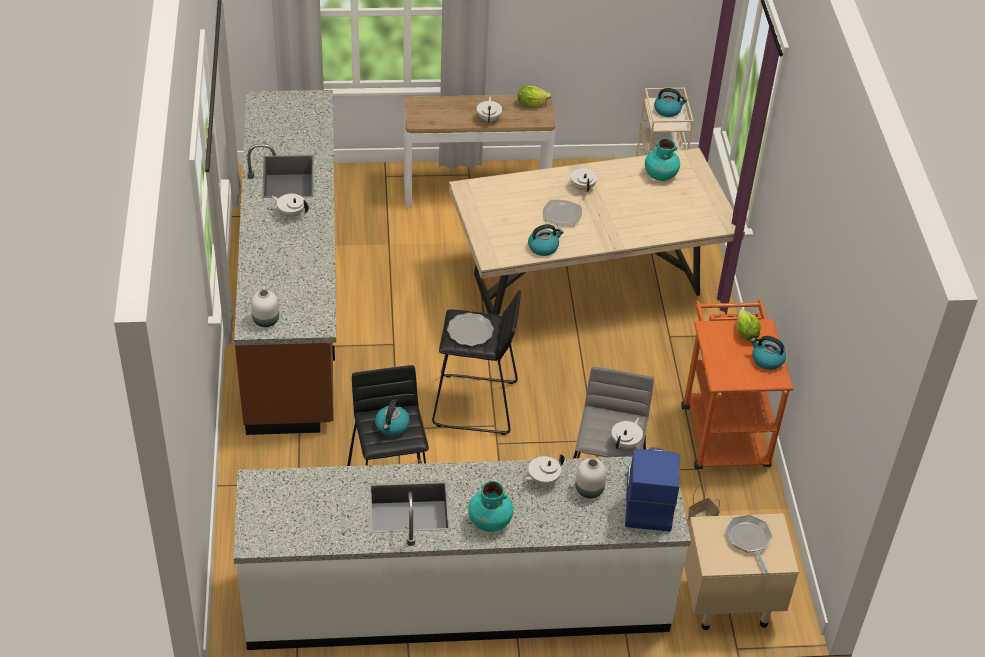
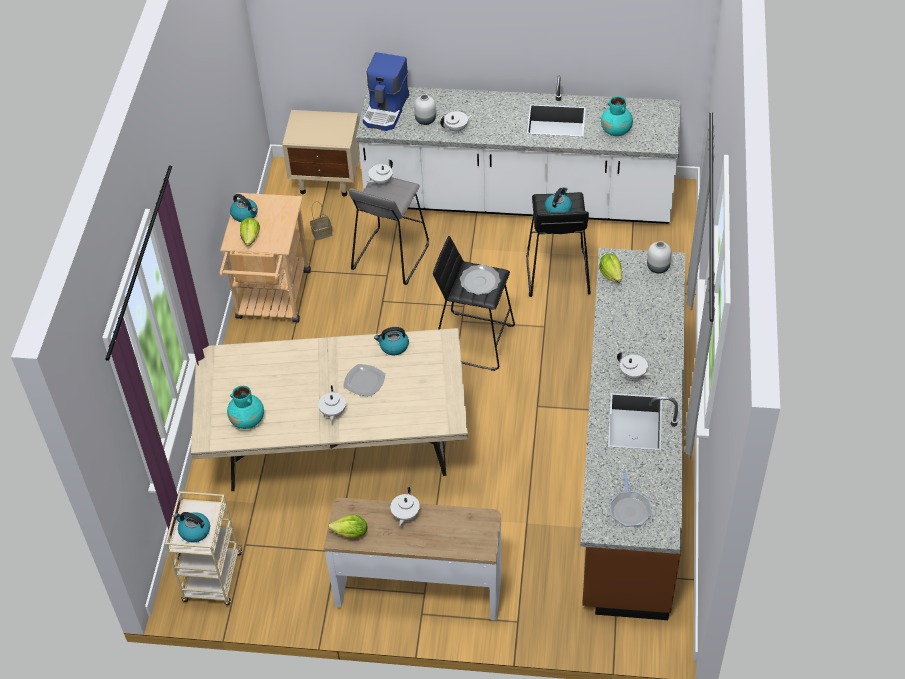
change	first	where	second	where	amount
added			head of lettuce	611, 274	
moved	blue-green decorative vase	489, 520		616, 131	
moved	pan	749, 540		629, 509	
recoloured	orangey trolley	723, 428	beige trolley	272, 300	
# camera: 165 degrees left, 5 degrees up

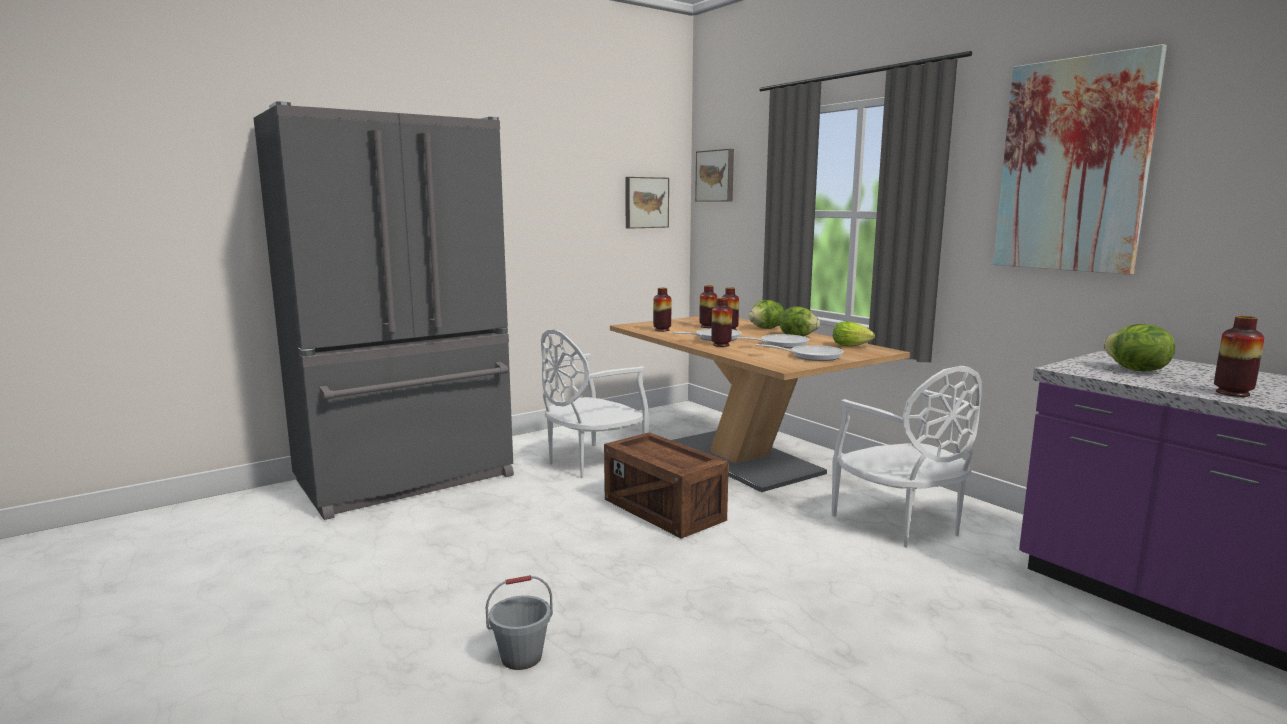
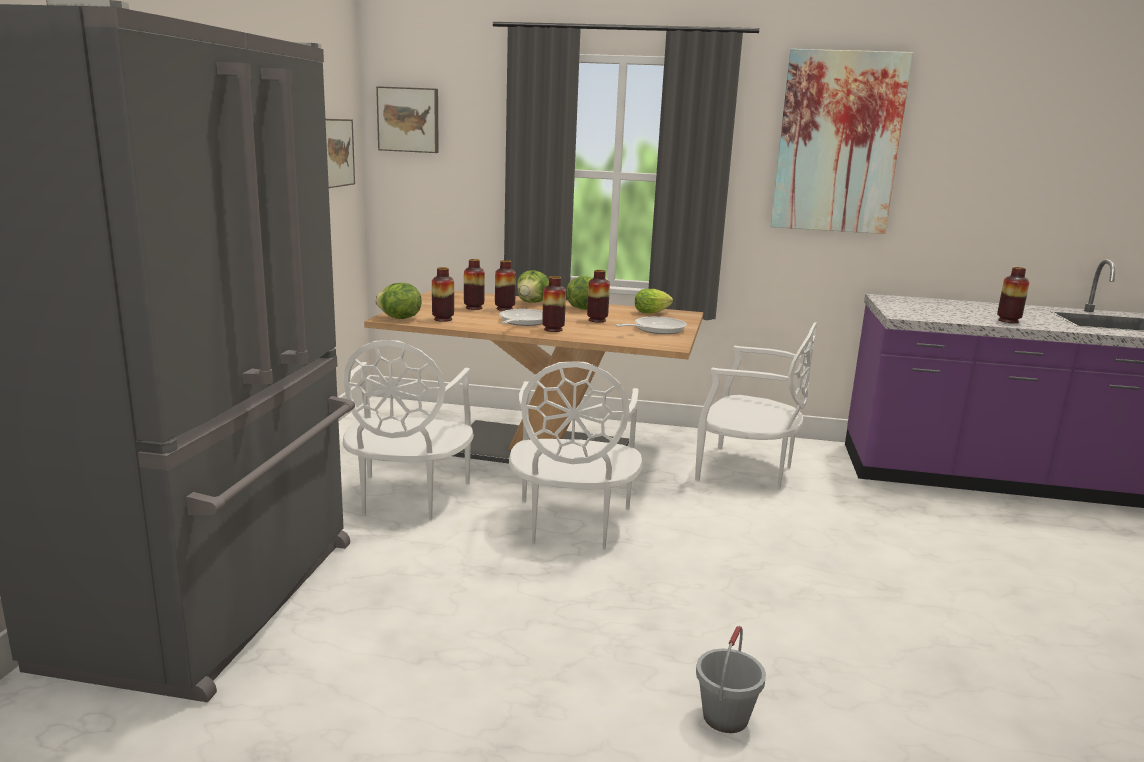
change	first	where	second	where	amount
moved	head of lettuce	1135, 370		399, 318	
replaced	shipping crate	663, 510	white-coloured upright chair	571, 525	
replaced	pan	780, 344	decorative vase	597, 320	
# camera: 45 degrees left, 5 degrees up

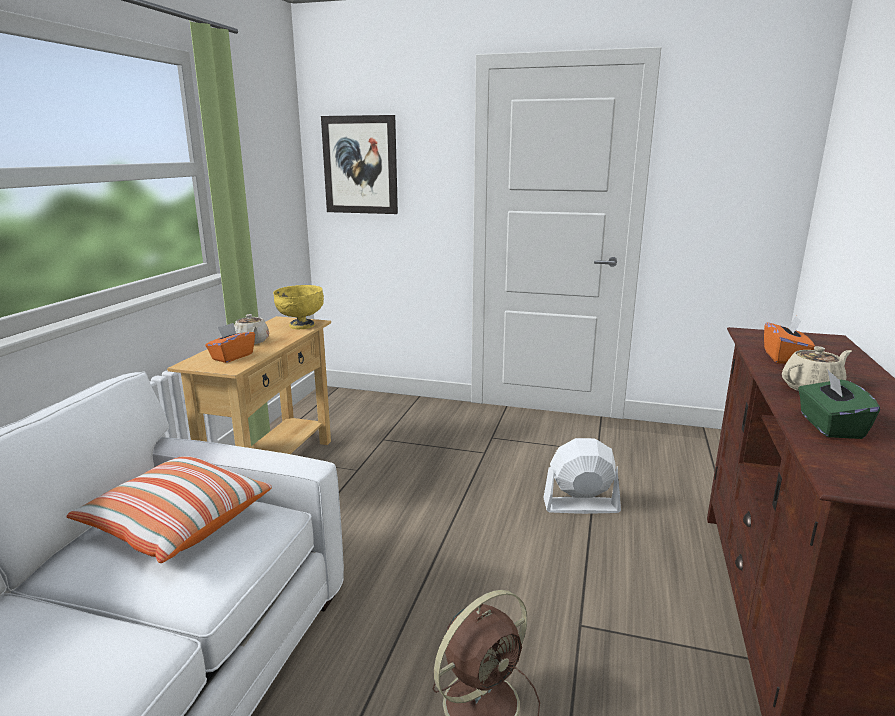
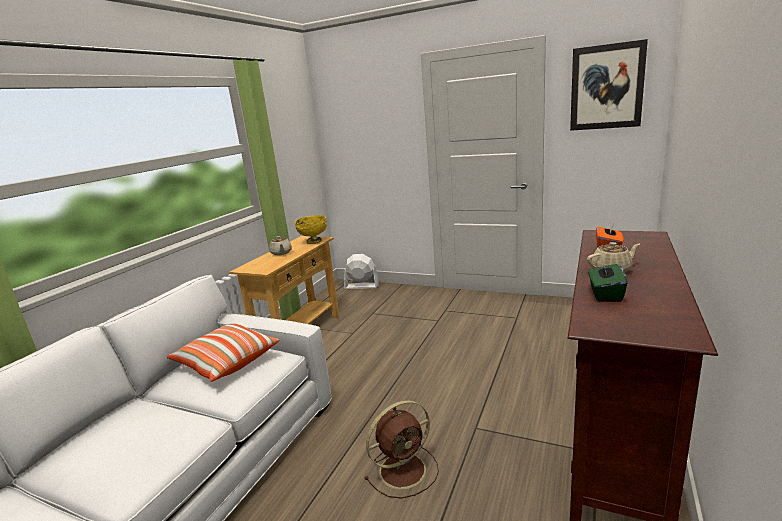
change	first	where	second	where	amount
removed	orangey tissue box	232, 357			
moved	wall art	360, 165		606, 87	
moved	white-coloured fan	580, 505		361, 286	
# camera: 10 degrees right, 0 degrees up

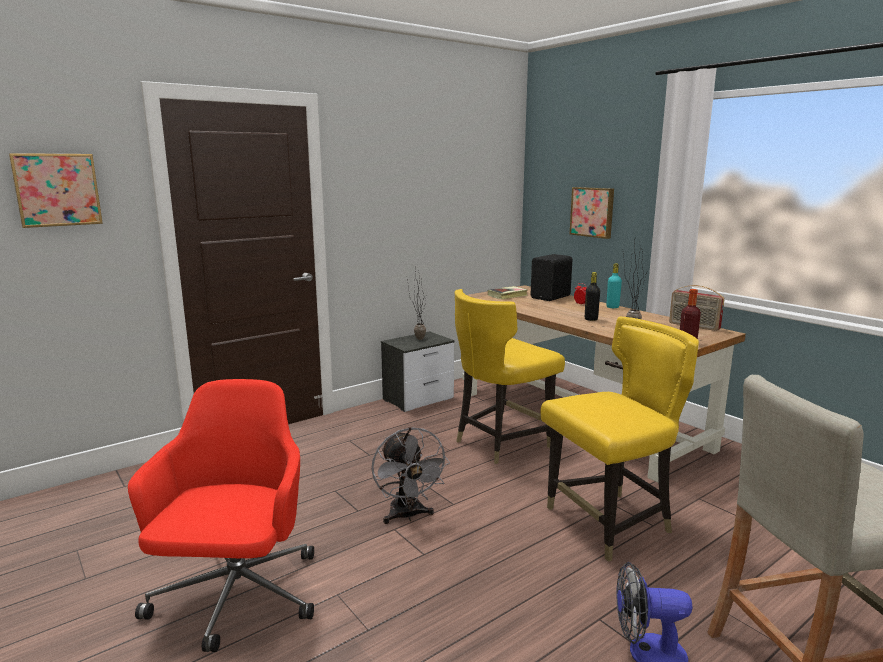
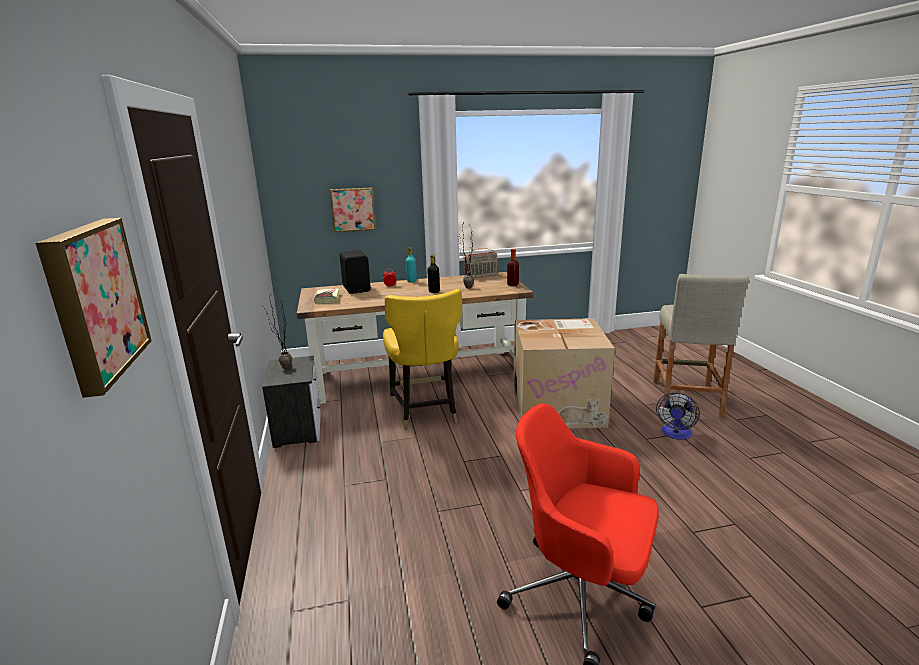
change	first	where	second	where	amount
removed	greyish fan	407, 516			
replaced	yellow-coloured upright chair	609, 523	cardboard box	558, 407	
# camera: 65 degrees left, 5 degrees up

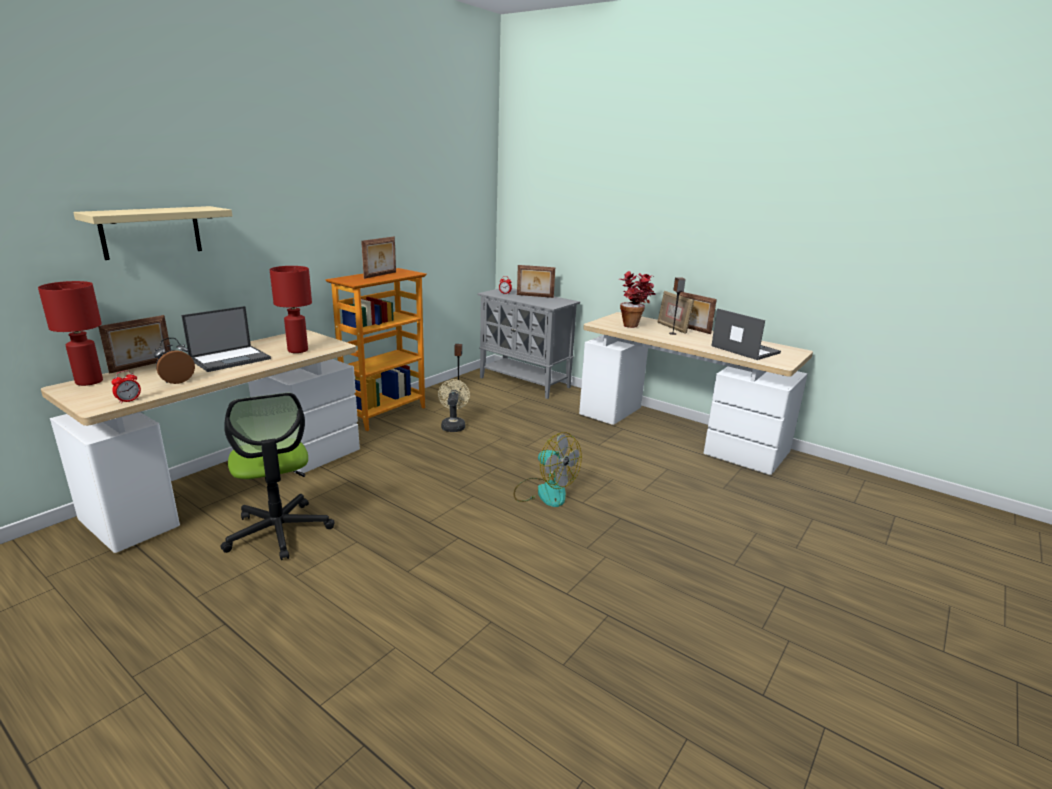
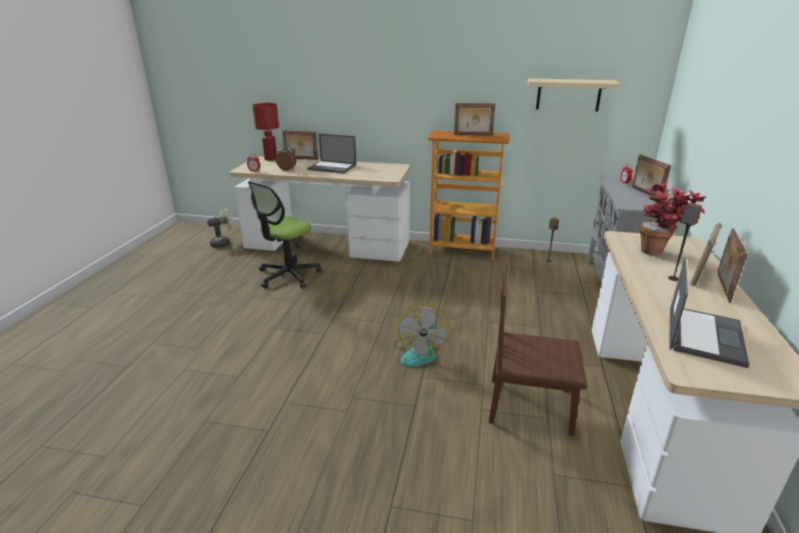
change	first	where	second	where	amount
removed	reddish tabletop lamp	297, 350			
added			brownish upright chair	530, 406	
moved	beige shelf	151, 232		568, 94	
moved	beige fan	453, 425		223, 243	
# camera: 65 degrees right, 5 degrees up

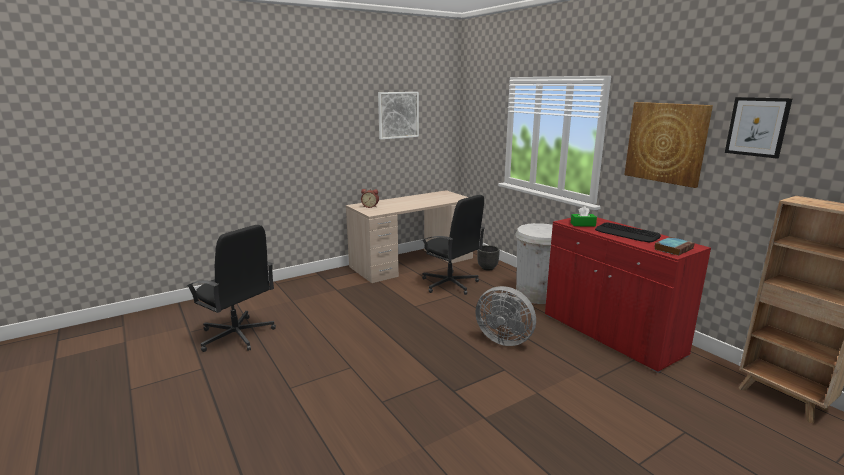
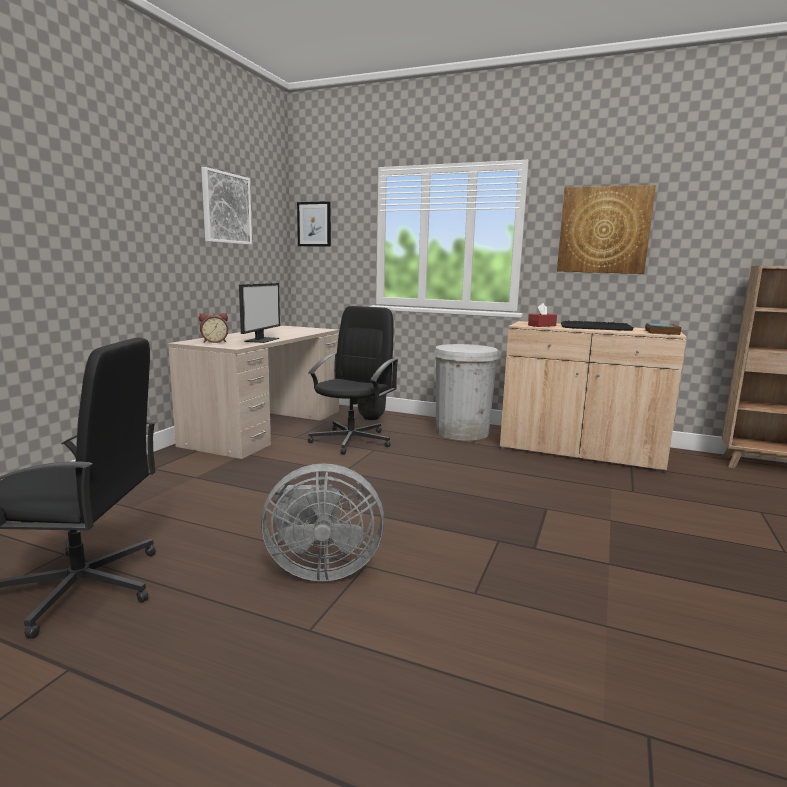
change	first	where	second	where	amount
added			computer display	261, 340	
moved	greyish fan	504, 339		320, 568	
moved	wall art	757, 127		314, 224	
recoloured	reddish storage cabinet	611, 334	beige storage cabinet	580, 451	
recoloured	green-coloured tissue box	583, 224	reddish tissue box	542, 325	
turned	blackish computer chair	450, 284		352, 440	75 degrees counterclockwise
# camera: 35 degrees left, 5 degrees down

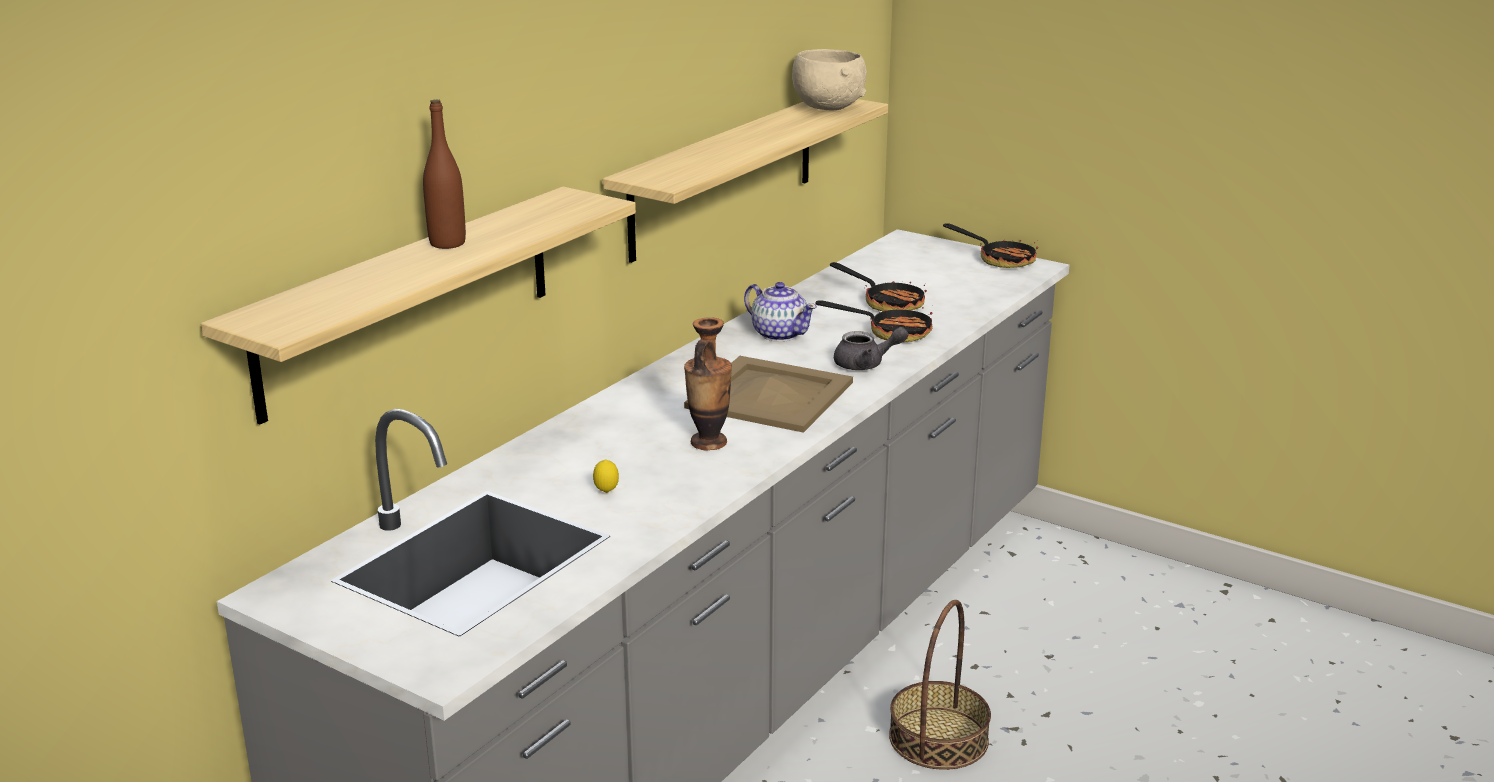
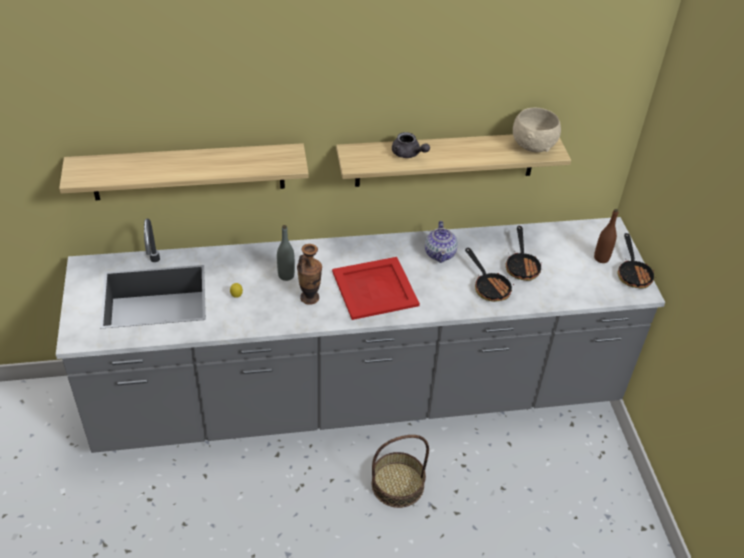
change	first	where	second	where	amount
added			greyish bottle	286, 275	
moved	brownish bottle	447, 243		601, 258	
moved	greyish tea pot	866, 364		408, 154	
recoloured	beige serving tray	771, 395	reddish serving tray	375, 288	
# camera: 45 degrees right, 20 degrees up

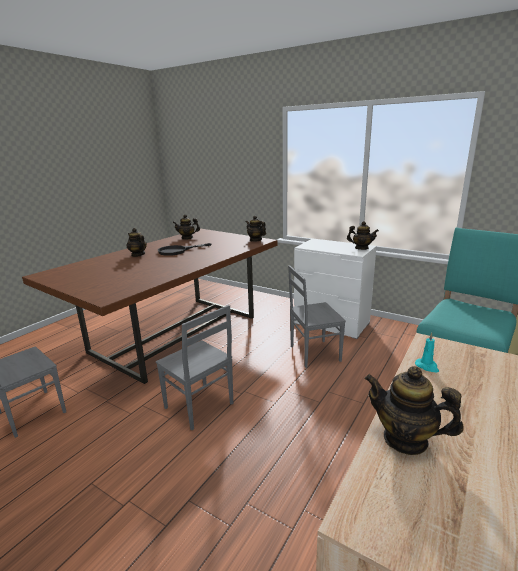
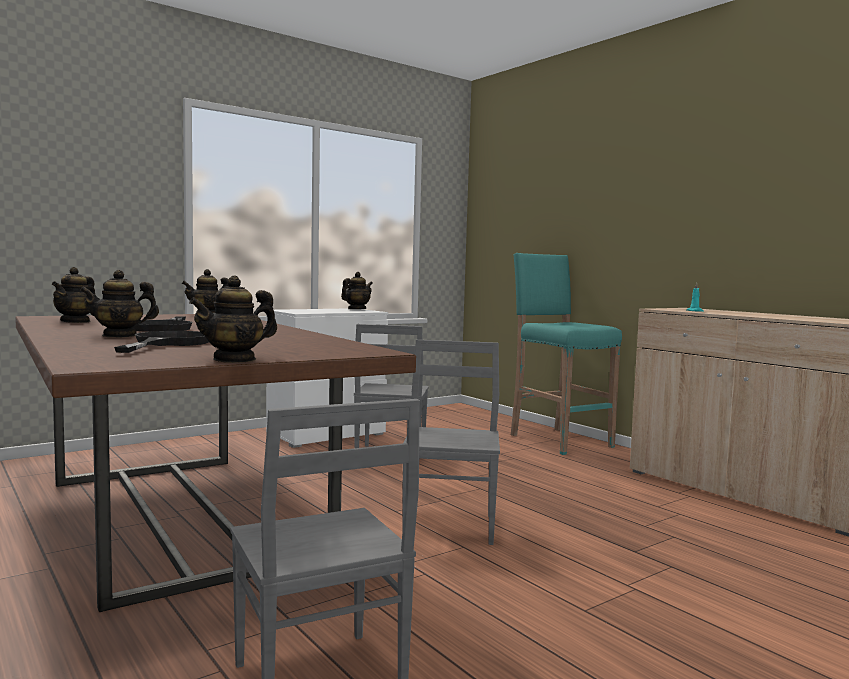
change	first	where	second	where	amount
added			blackish pan	167, 344	
moved	tea pot	405, 439		235, 359	
turned	greyish upright chair	199, 407		451, 526	60 degrees counterclockwise
# camera: 70 degrees left, 15 degrees down

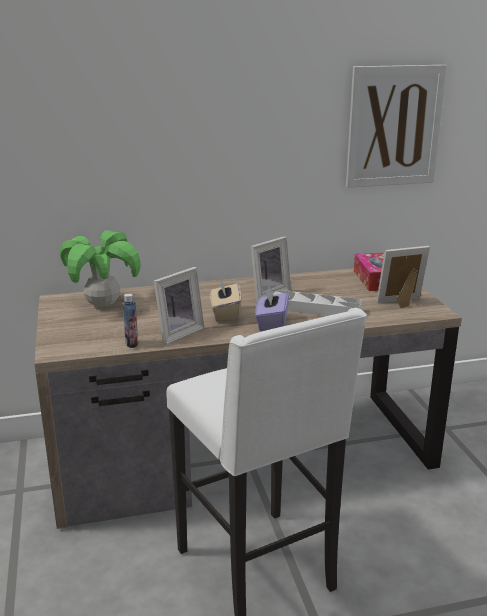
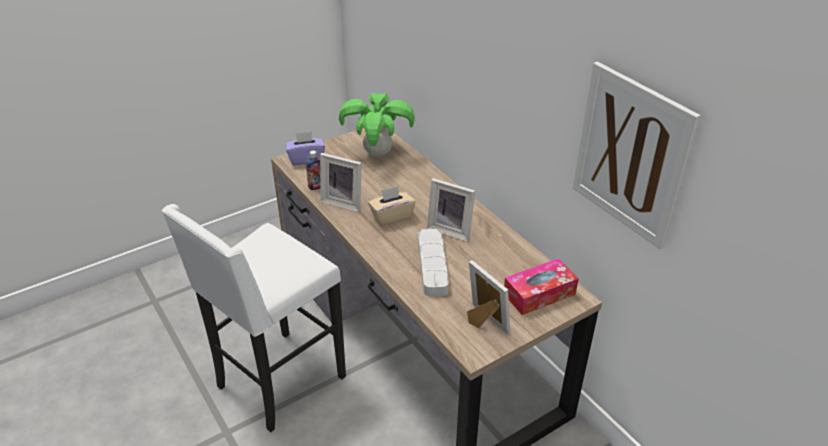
change	first	where	second	where	amount
moved	purplish tissue box	271, 324		306, 159	
# camera: 70 degrees right, 15 degrees up

